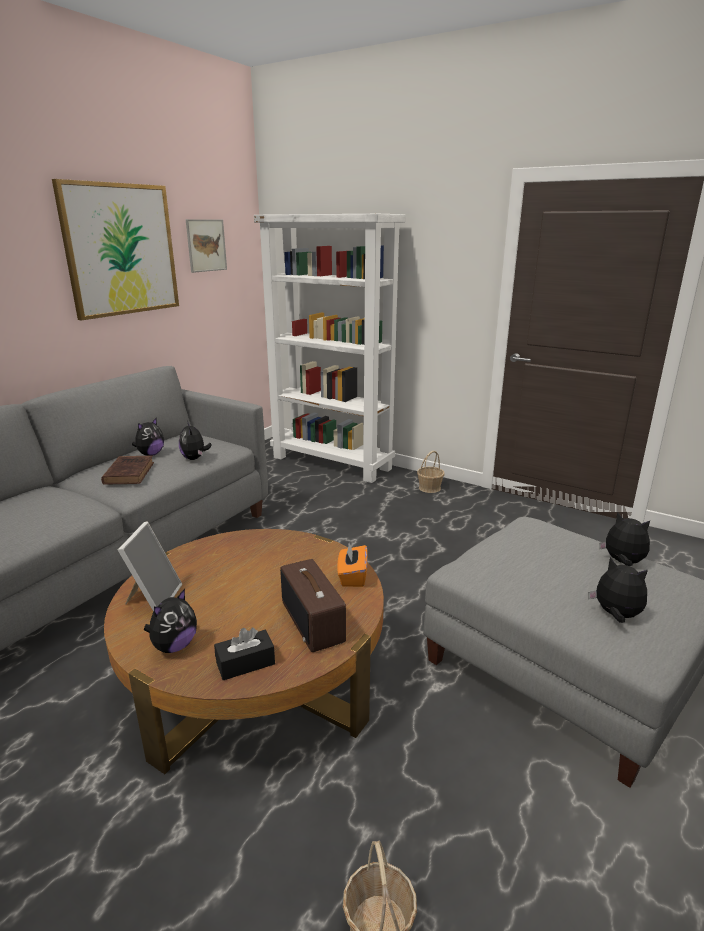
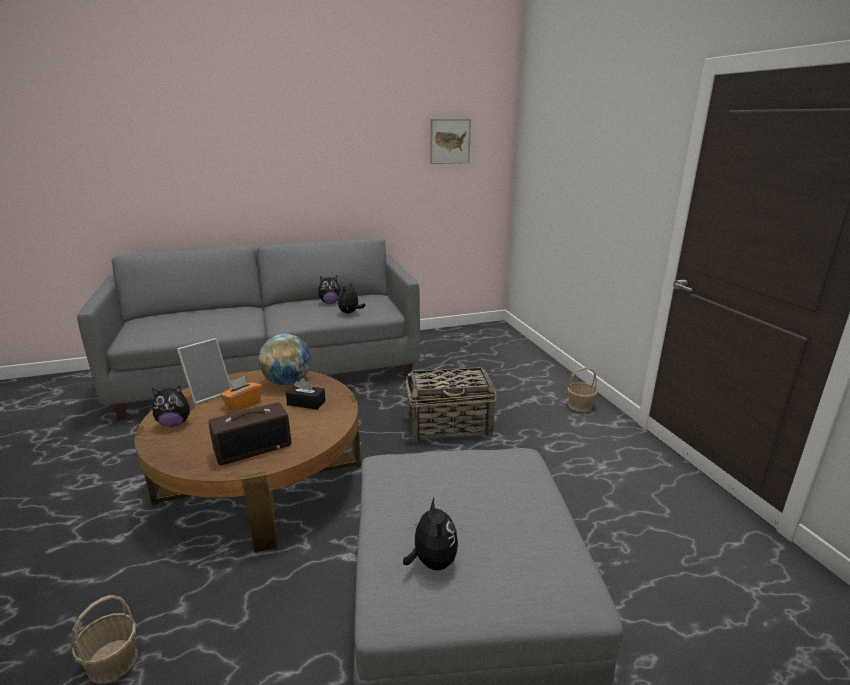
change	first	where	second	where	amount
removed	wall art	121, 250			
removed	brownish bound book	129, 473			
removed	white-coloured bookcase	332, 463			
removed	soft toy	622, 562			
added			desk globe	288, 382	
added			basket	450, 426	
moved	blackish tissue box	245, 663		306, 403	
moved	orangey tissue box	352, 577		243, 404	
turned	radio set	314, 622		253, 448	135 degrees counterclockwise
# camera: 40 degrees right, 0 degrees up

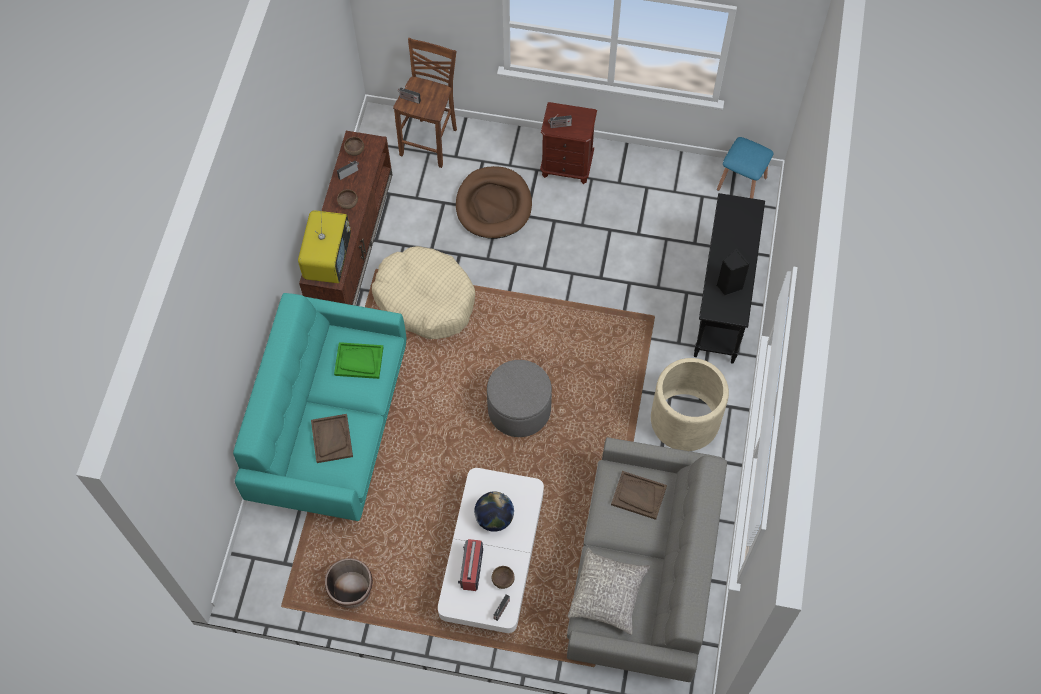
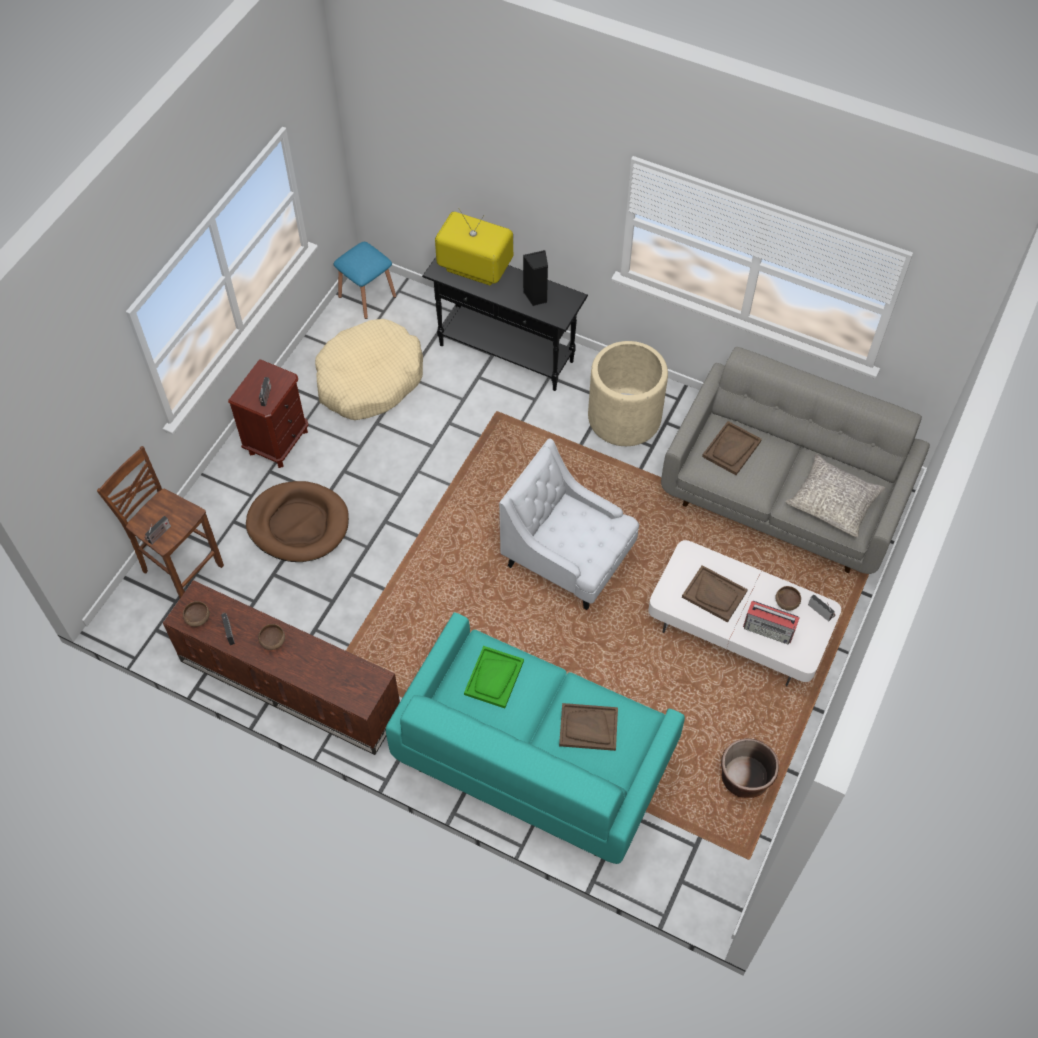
change	first	where	second	where	amount
moved	television	328, 260		474, 268	
moved	beige pet bed	425, 299		369, 379	
replaced	desk globe	494, 518	brownish serving tray	714, 594	
replaced	greyish pouffe	519, 409	white-coloured easy chair	568, 561	
# camera: 75 degrees left, 5 degrees down

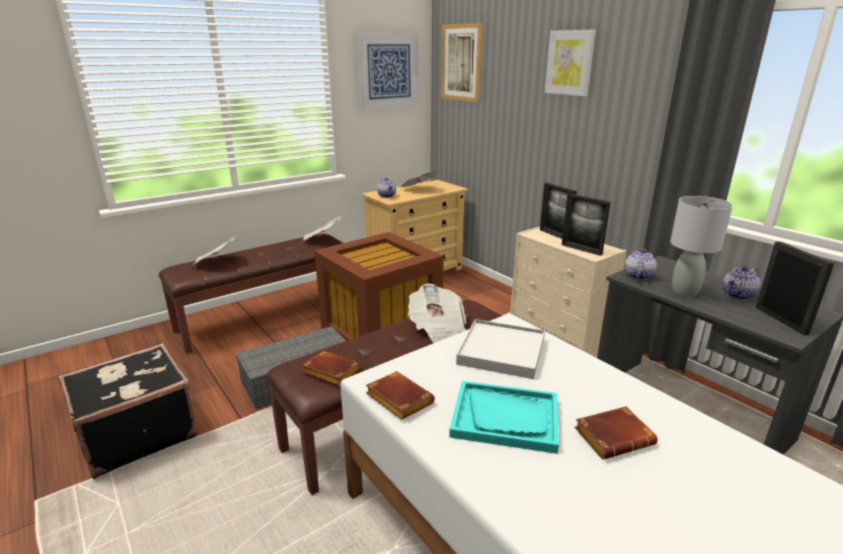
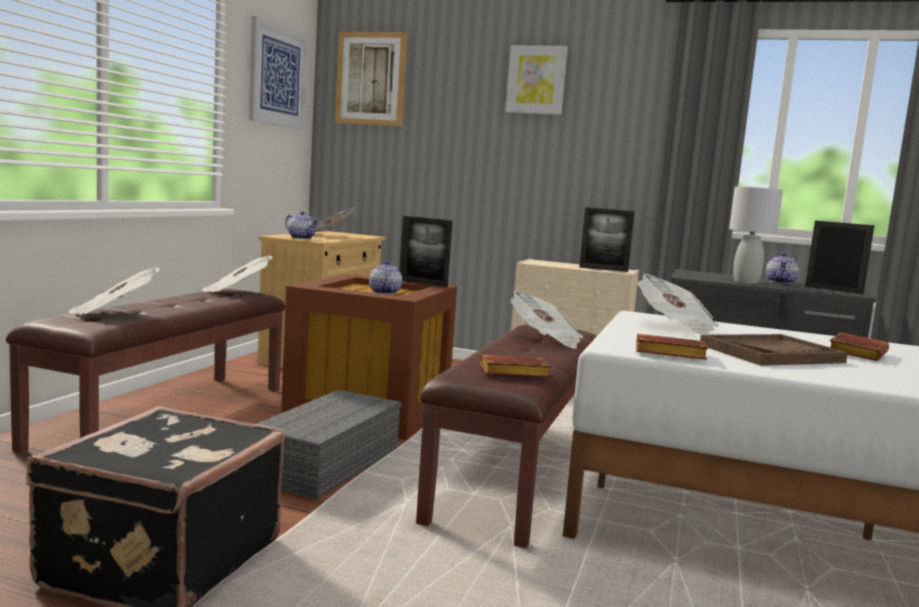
change	first	where	second	where	amount
moved	photo frame	554, 235		423, 283	
moved	tea pot	637, 276		384, 292	
replaced	white-coloured serving tray	501, 352	newspaper	675, 327	
recoloured	blue-green serving tray	505, 418	brownish serving tray	771, 353	
# camera: 35 degrees left, 15 degrees down

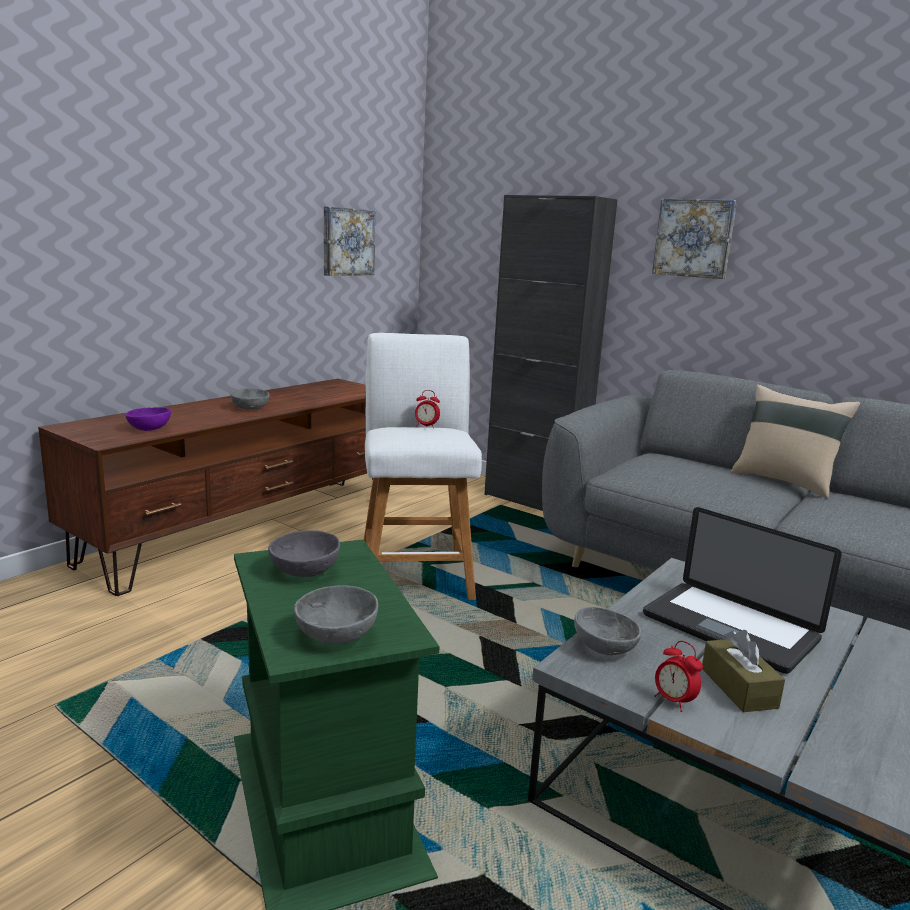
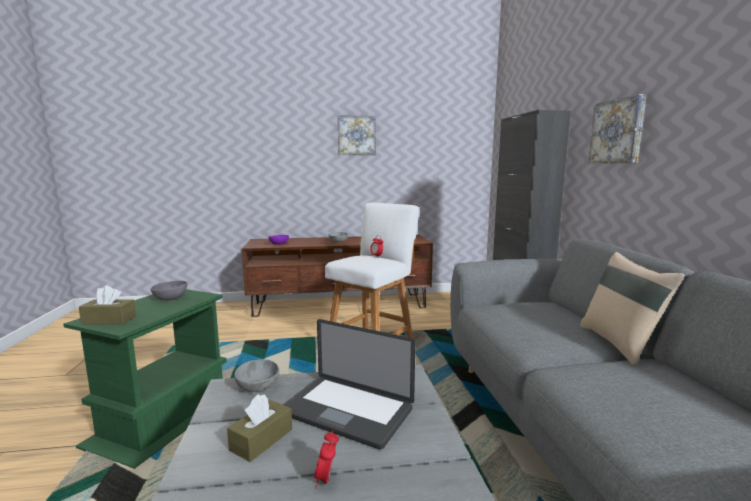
change	first	where	second	where	amount
moved	wall art	347, 242		356, 135	
moved	bedside clock	673, 701		326, 479	
replaced	greyish deep dish	335, 636	brownish tissue box	109, 320	
turned	portable computer	729, 628		346, 411	60 degrees counterclockwise
# camera: 45 degrees right, 5 degrees down

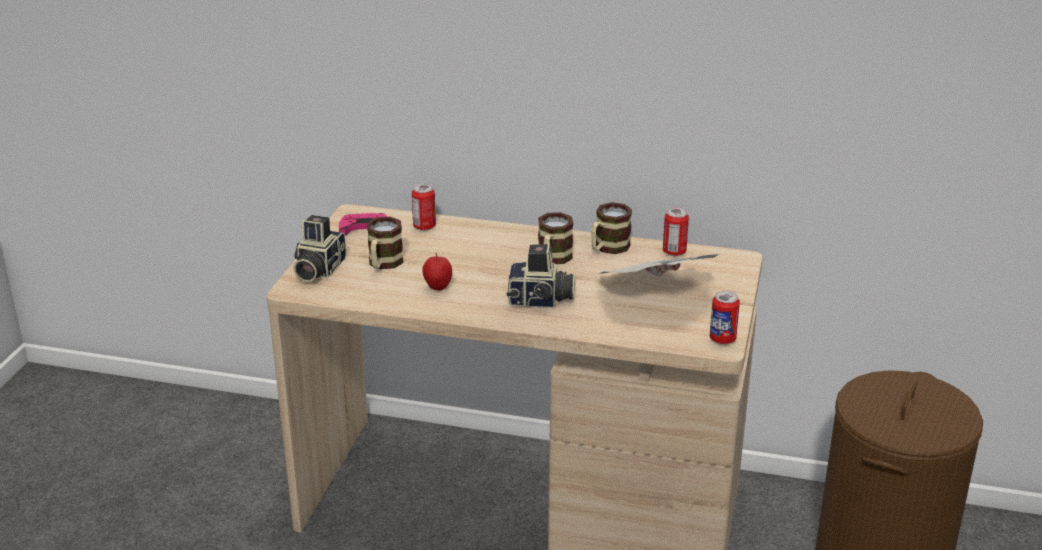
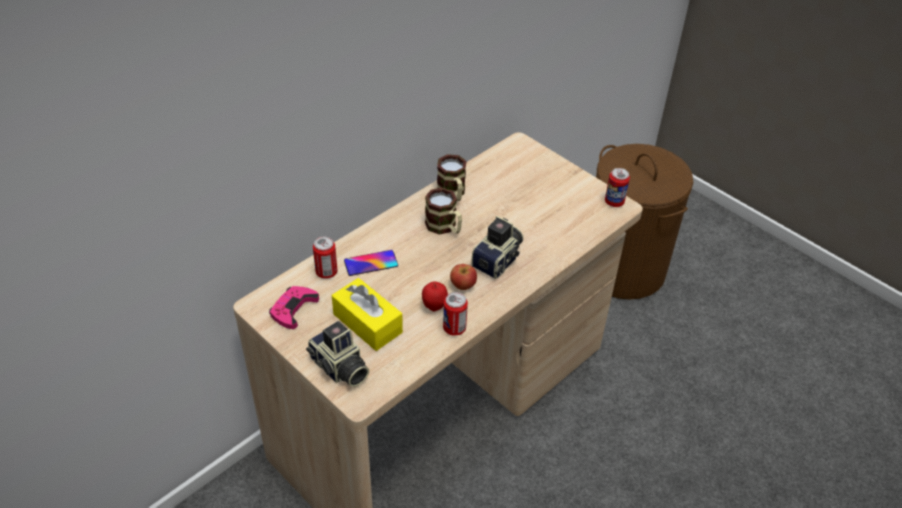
change	first	where	second	where	amount
removed	newspaper	654, 293			
added			phone	371, 263	
added			whole apple	463, 285	
moved	metal can	674, 252		454, 328	
replaced	mug	383, 264	yellow-coloured tissue box	367, 323	
# camera: 60 degrees left, 15 degrees up

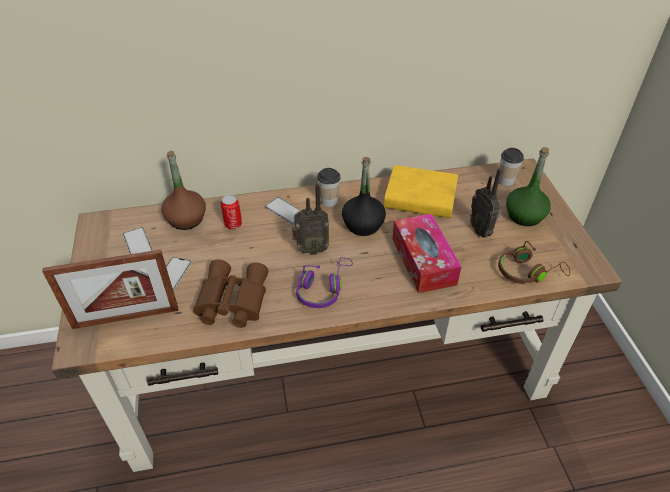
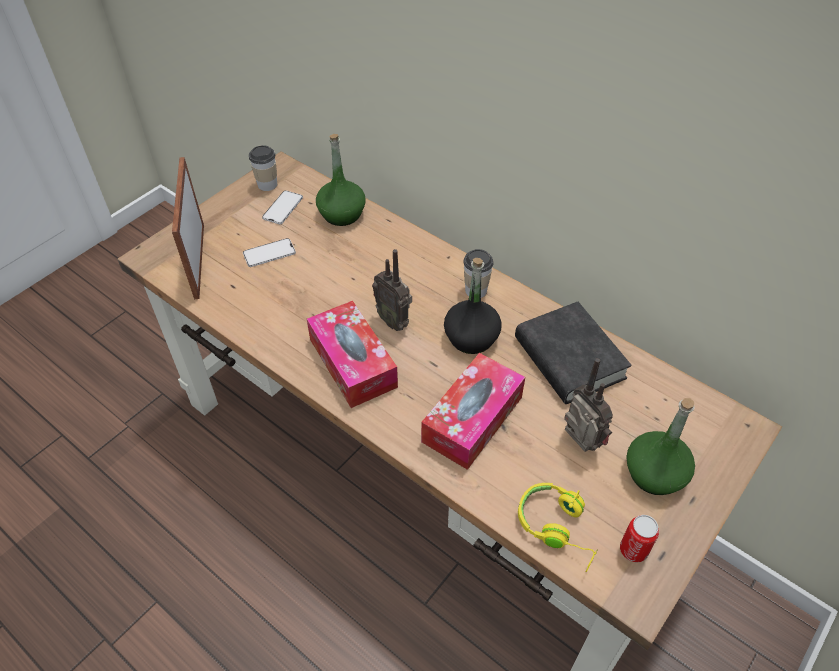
change	first	where	second	where	amount
removed	brownish pair of binoculars	230, 301			
removed	phone	285, 211			
moved	metal can	233, 224		633, 550	
moved	small cup	506, 180		267, 184	
replaced	purplish headphones	323, 288	tissue box	352, 363	
recoloured	brownish bottle	186, 219	green-coloured bottle	341, 214	
recoloured	yellow-coloured bound book	420, 197	blackish bound book	569, 358	
recoloured	brownish headphones	527, 272	yellow-coloured headphones	557, 527	
turned	photo frame	126, 318		199, 260	45 degrees clockwise
turned	radio set	481, 230		579, 444	120 degrees clockwise
# camera: 50 degrees right, 5 degrees up

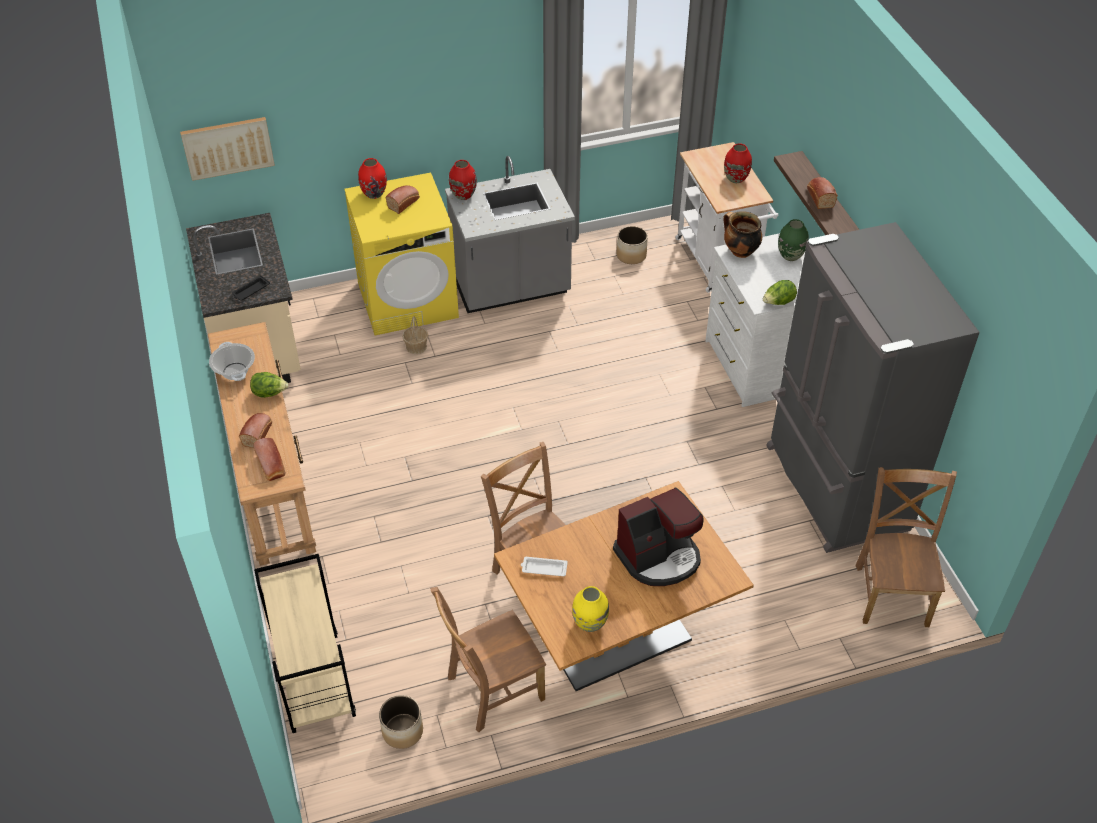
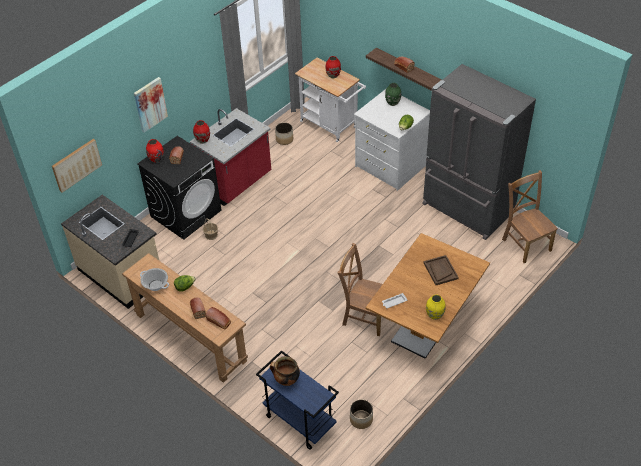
change	first	where	second	where	amount
removed	brownish upright chair	492, 690			
added			wall art	150, 104	
moved	saucepot	739, 251		286, 380	
replaced	coffee machine	659, 557	brownish serving tray	440, 271	
recoloured	beige trolley	314, 681	bluish trolley	299, 421	
recoloured	yellow-coloured laundry machine	408, 300	blackish laundry machine	186, 213	
recoloured	greyish kitchen base unit	511, 288	reddish kitchen base unit	236, 183	
# camera: 30 degrees left, 0 degrees up

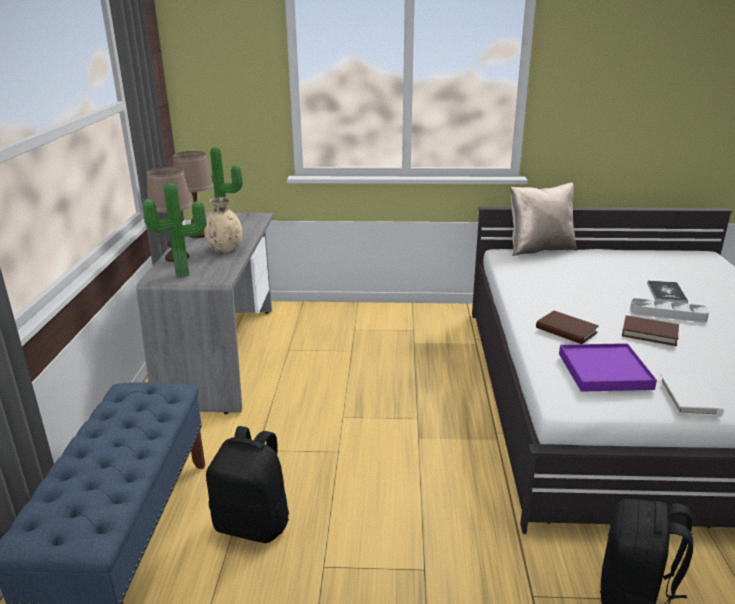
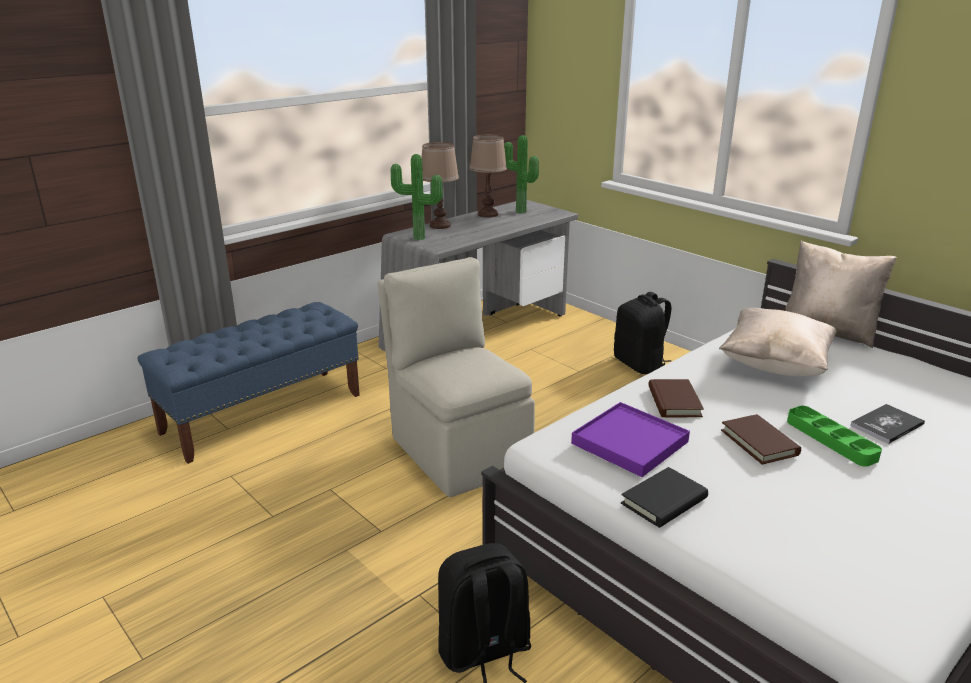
change	first	where	second	where	amount
removed	beige decorative vase	225, 250			
added			beige upright chair	458, 450	
added			beige pillow	775, 365	
moved	blackish knapsack	253, 523		640, 364	
recoloured	greyish serving tray	667, 314	green-coloured serving tray	831, 440	
recoloured	white-coloured bound book	689, 398	blackish bound book	664, 501	
# camera: 45 degrees right, 0 degrees up

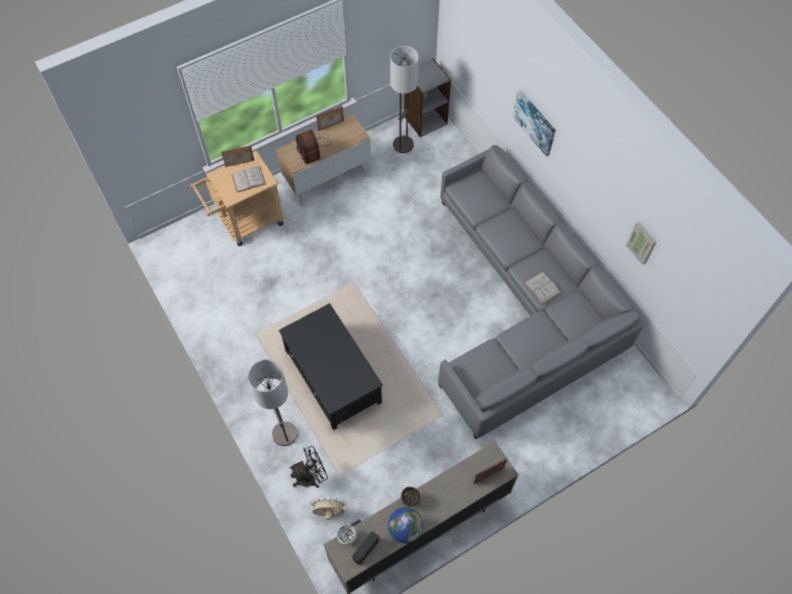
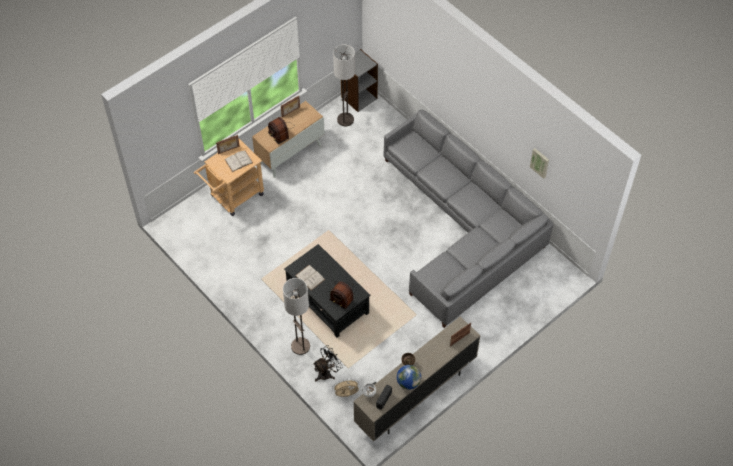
change	first	where	second	where	amount
removed	wall art	535, 122			
added			radio set	341, 295	
moved	white-coloured bound book	542, 287		310, 277	
# camera: 10 degrees left, 5 degrees down

